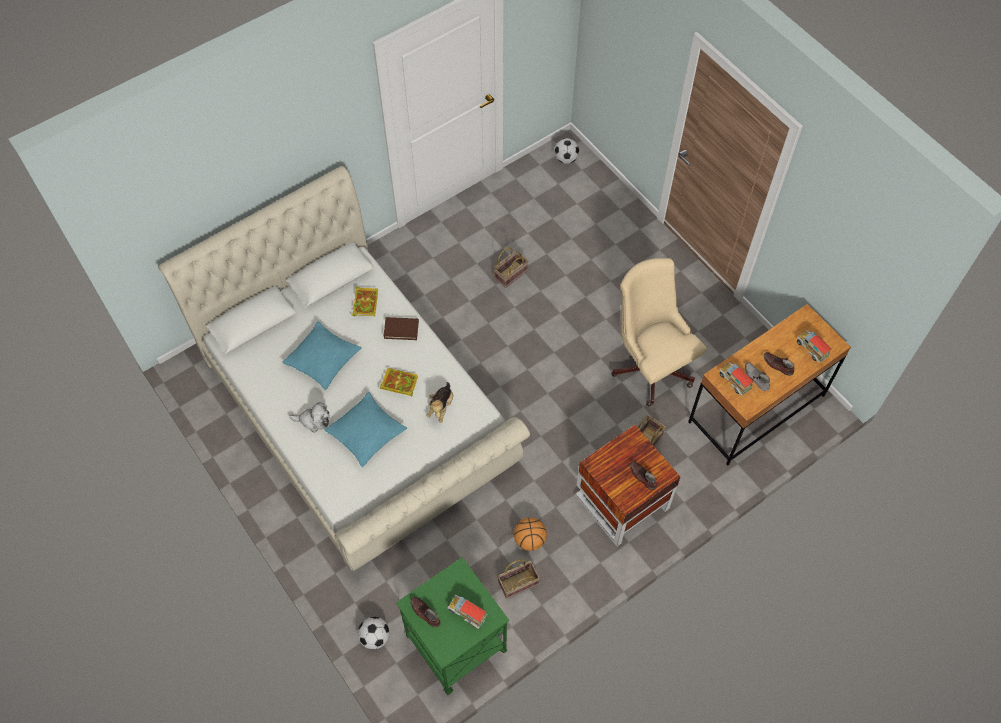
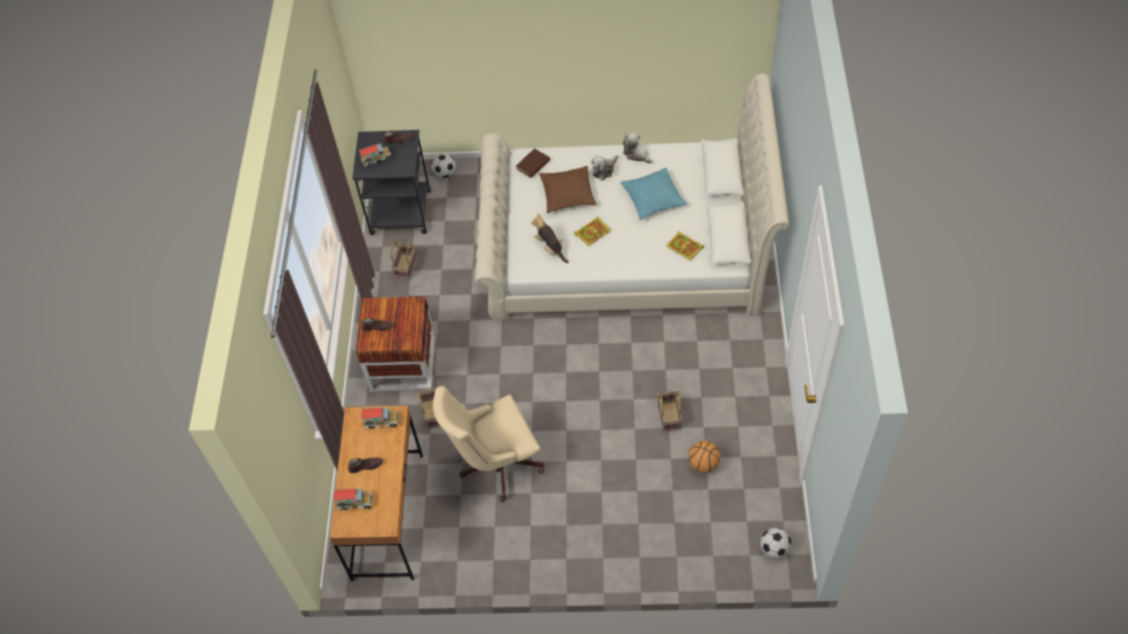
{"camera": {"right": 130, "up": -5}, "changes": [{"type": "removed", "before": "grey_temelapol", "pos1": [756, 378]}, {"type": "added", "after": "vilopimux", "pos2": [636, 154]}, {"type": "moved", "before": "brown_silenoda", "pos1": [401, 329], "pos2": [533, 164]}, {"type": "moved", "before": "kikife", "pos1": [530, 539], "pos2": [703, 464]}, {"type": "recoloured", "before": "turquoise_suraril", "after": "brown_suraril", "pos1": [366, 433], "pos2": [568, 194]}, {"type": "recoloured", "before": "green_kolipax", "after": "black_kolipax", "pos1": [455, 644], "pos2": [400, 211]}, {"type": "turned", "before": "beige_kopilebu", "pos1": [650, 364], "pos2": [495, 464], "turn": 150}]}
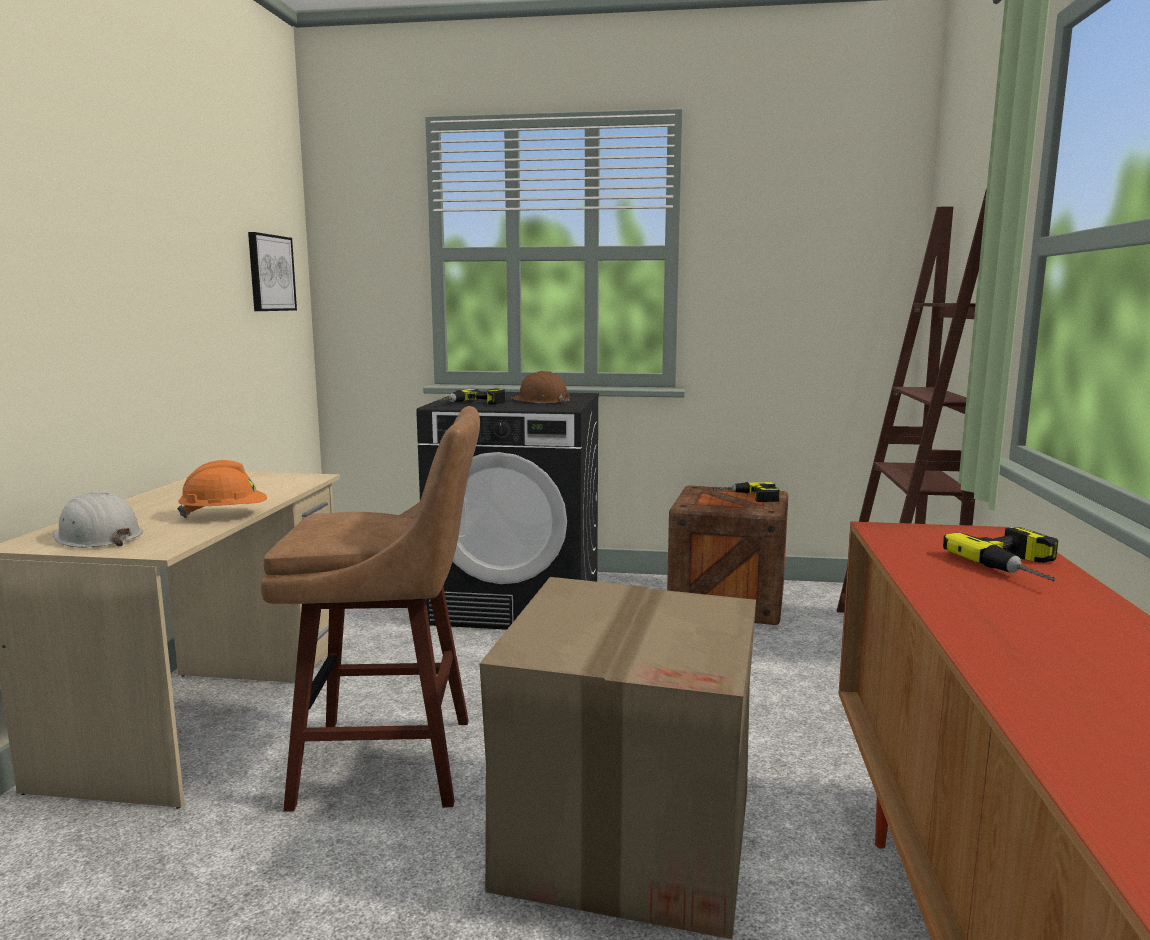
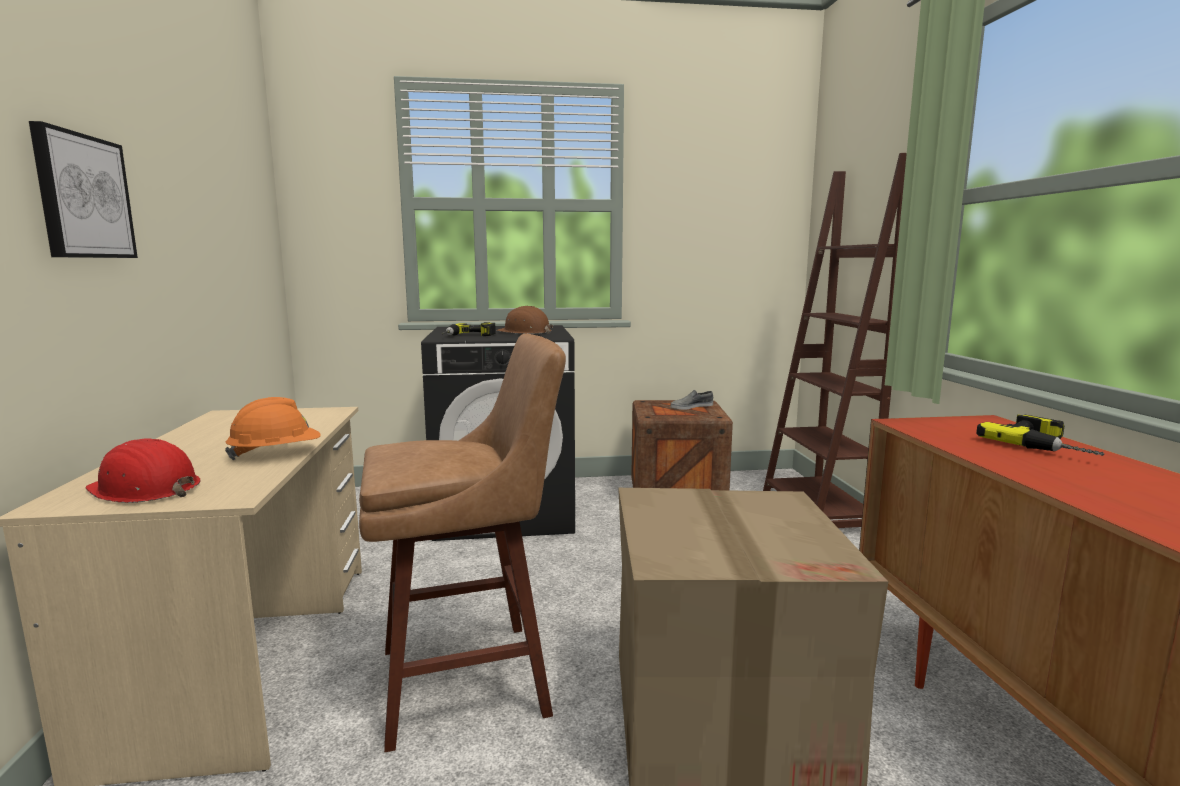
{"camera": {"right": -15, "up": 0}, "changes": [{"type": "moved", "before": "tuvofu", "pos1": [270, 273], "pos2": [83, 197]}, {"type": "replaced", "before": "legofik", "after": "grey_temelapol", "pos1": [748, 497], "pos2": [691, 407]}, {"type": "recoloured", "before": "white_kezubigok", "after": "red_kezubigok", "pos1": [97, 537], "pos2": [145, 489]}]}
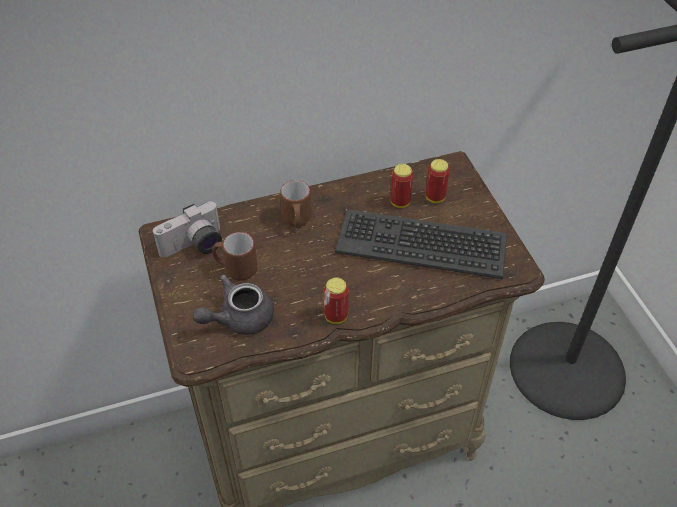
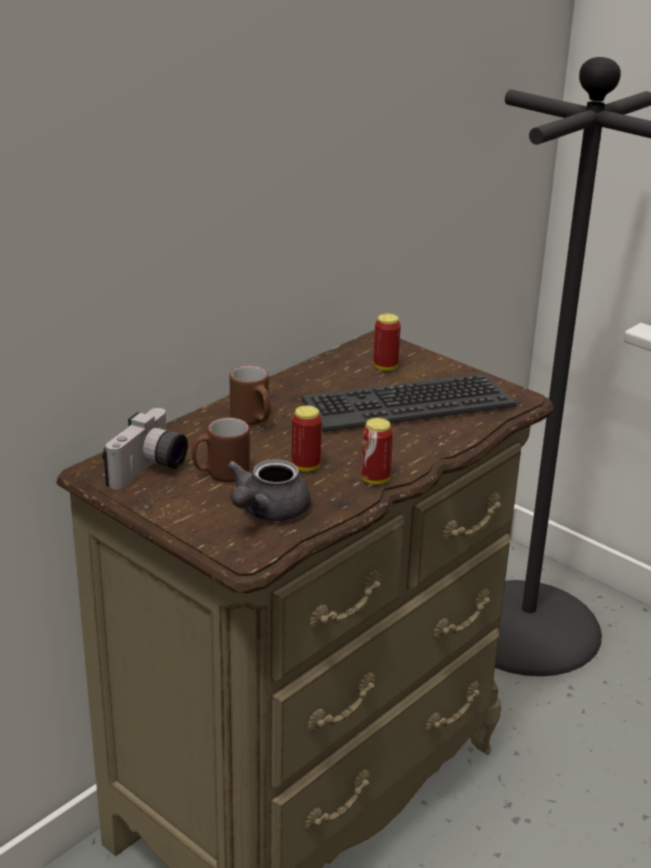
{"camera": {"right": -30, "up": -20}, "changes": [{"type": "moved", "before": "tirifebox", "pos1": [400, 202], "pos2": [305, 466]}]}
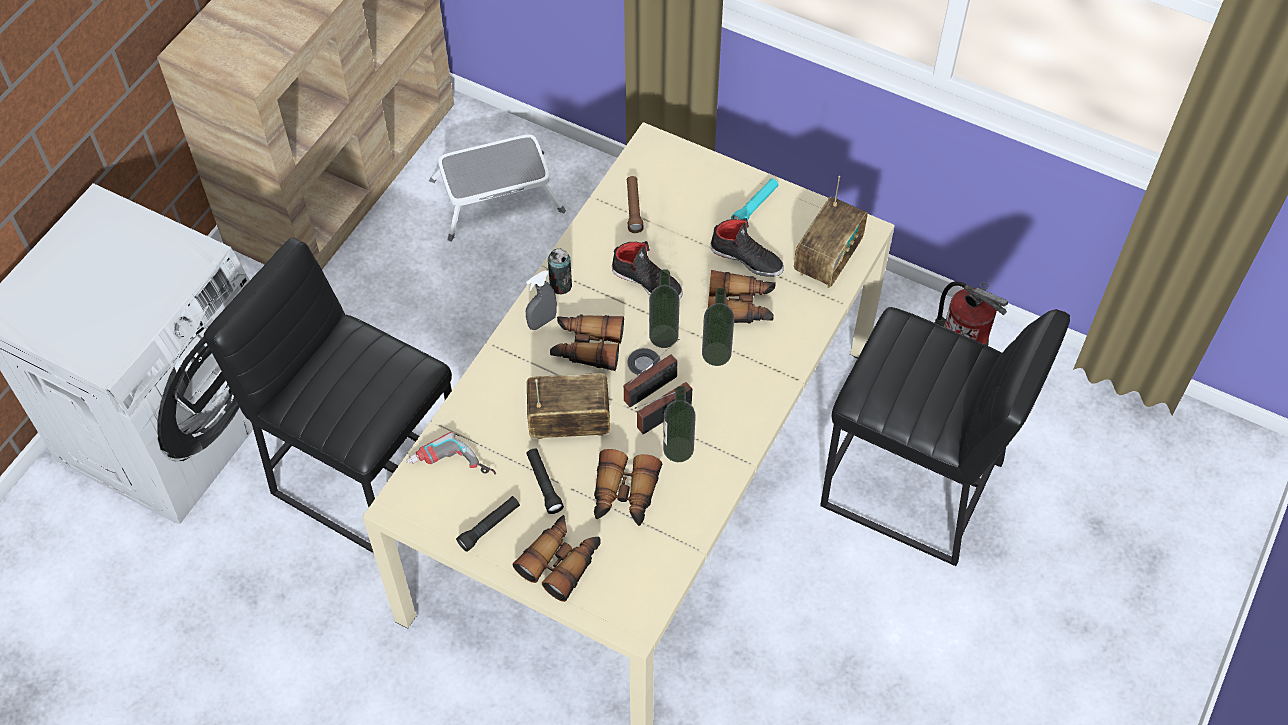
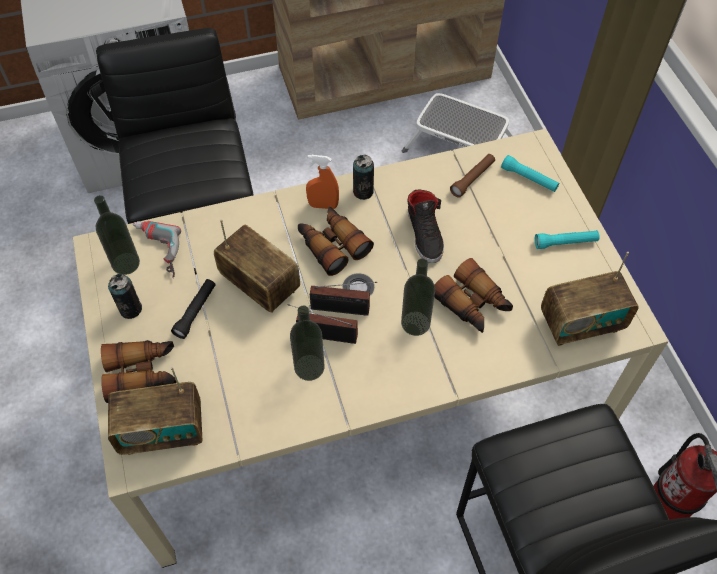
{"camera": {"right": 45, "up": 0}, "changes": [{"type": "removed", "before": "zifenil", "pos1": [624, 496]}, {"type": "removed", "before": "black_temelapol", "pos1": [747, 258]}, {"type": "added", "after": "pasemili", "pos2": [162, 431]}, {"type": "added", "after": "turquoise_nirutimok", "pos2": [529, 179]}, {"type": "moved", "before": "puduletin", "pos1": [663, 336], "pos2": [125, 263]}, {"type": "replaced", "before": "black_nirutimok", "after": "tirifebox", "pos1": [489, 526], "pos2": [130, 309]}, {"type": "recoloured", "before": "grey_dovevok", "after": "orange_dovevok", "pos1": [542, 322], "pos2": [323, 205]}]}
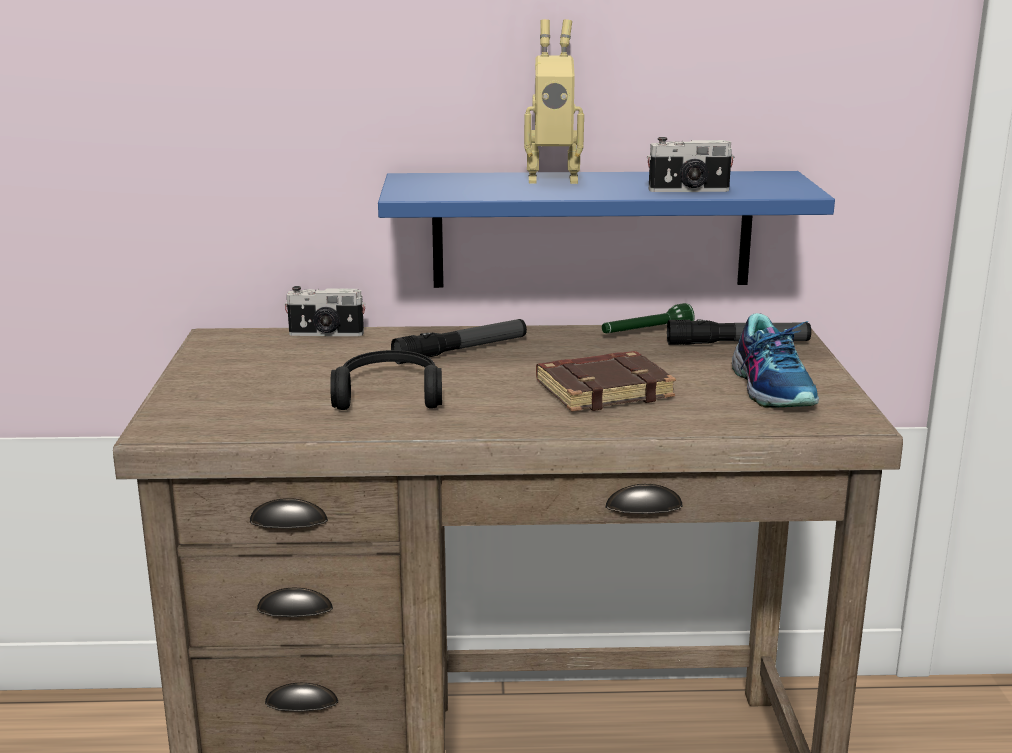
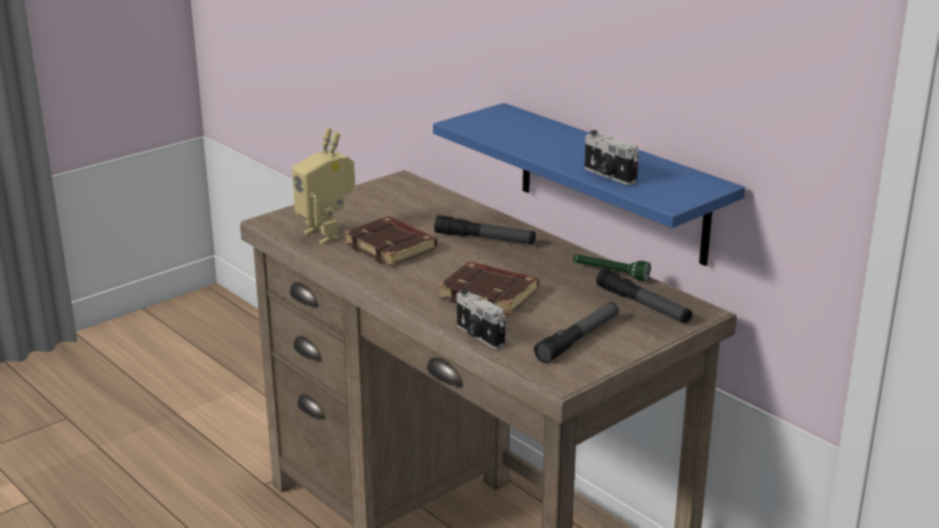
{"camera": {"right": 50, "up": 5}, "changes": [{"type": "moved", "before": "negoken", "pos1": [326, 334], "pos2": [478, 336]}, {"type": "moved", "before": "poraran", "pos1": [552, 178], "pos2": [327, 234]}, {"type": "replaced", "before": "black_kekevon", "after": "brown_silenoda", "pos1": [389, 394], "pos2": [392, 247]}, {"type": "replaced", "before": "temelapol", "after": "nirutimok", "pos1": [773, 388], "pos2": [578, 339]}]}
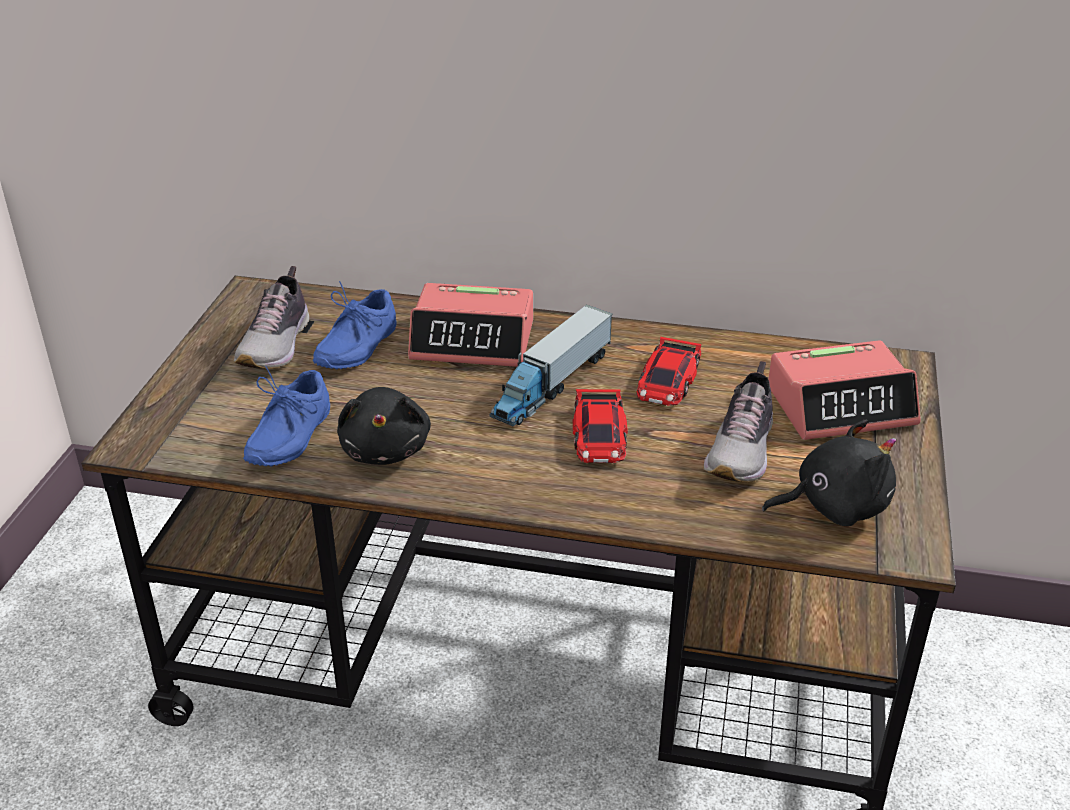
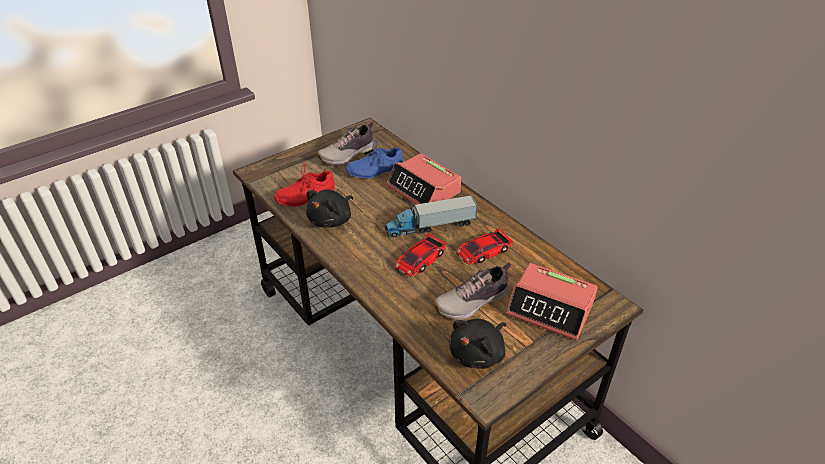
{"camera": {"right": 40, "up": 5}, "changes": [{"type": "recoloured", "before": "blue_temelapol", "after": "red_temelapol", "pos1": [285, 437], "pos2": [304, 195]}, {"type": "turned", "before": "black_vilopimux", "pos1": [834, 506], "pos2": [478, 353], "turn": 105}]}
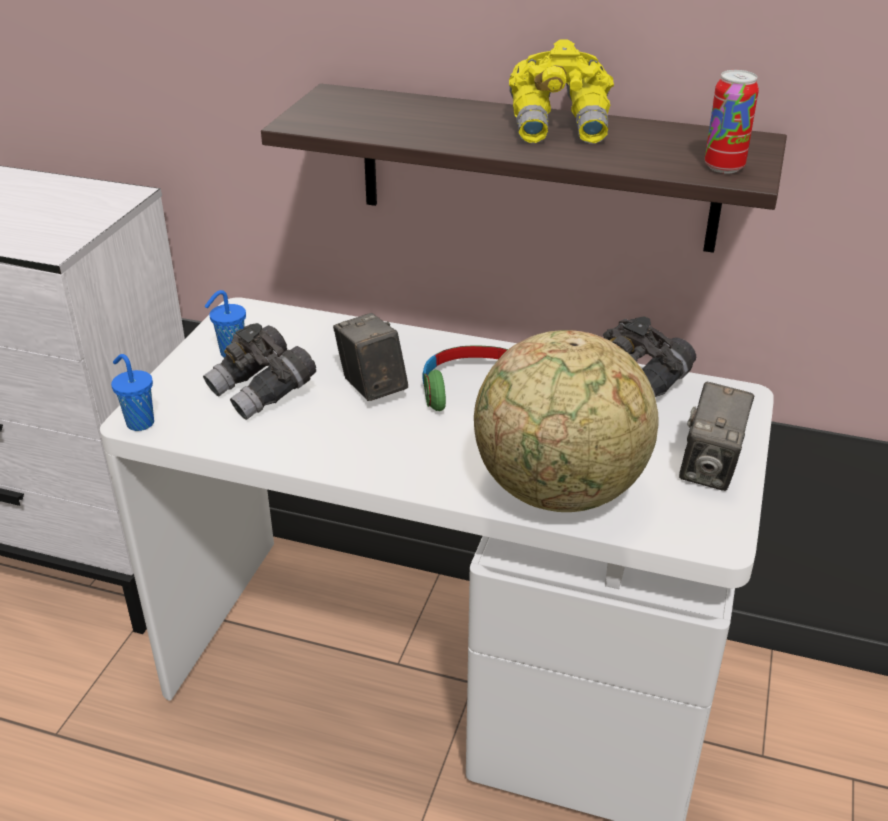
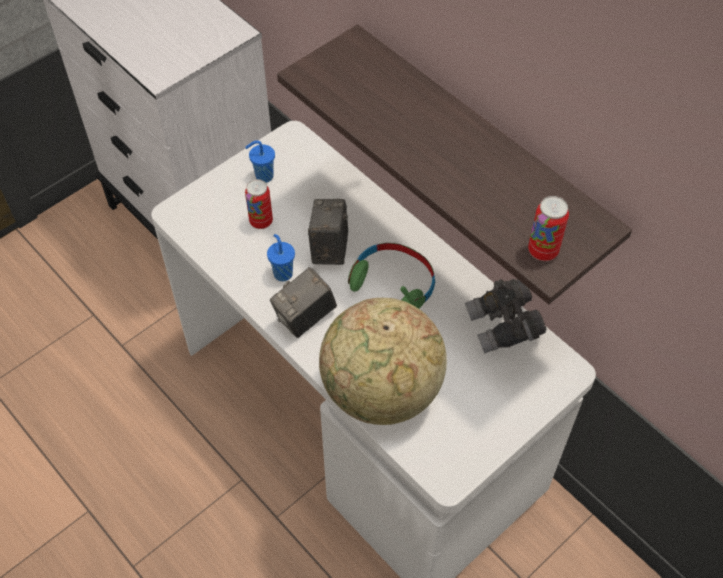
{"camera": {"right": 30, "up": 20}, "changes": [{"type": "removed", "before": "yellow_zifenil", "pos1": [560, 127]}, {"type": "moved", "before": "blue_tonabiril", "pos1": [139, 422], "pos2": [282, 273]}, {"type": "moved", "before": "negoken", "pos1": [710, 469], "pos2": [305, 318]}, {"type": "replaced", "before": "grey_zifenil", "after": "tirifebox", "pos1": [263, 392], "pos2": [261, 221]}]}
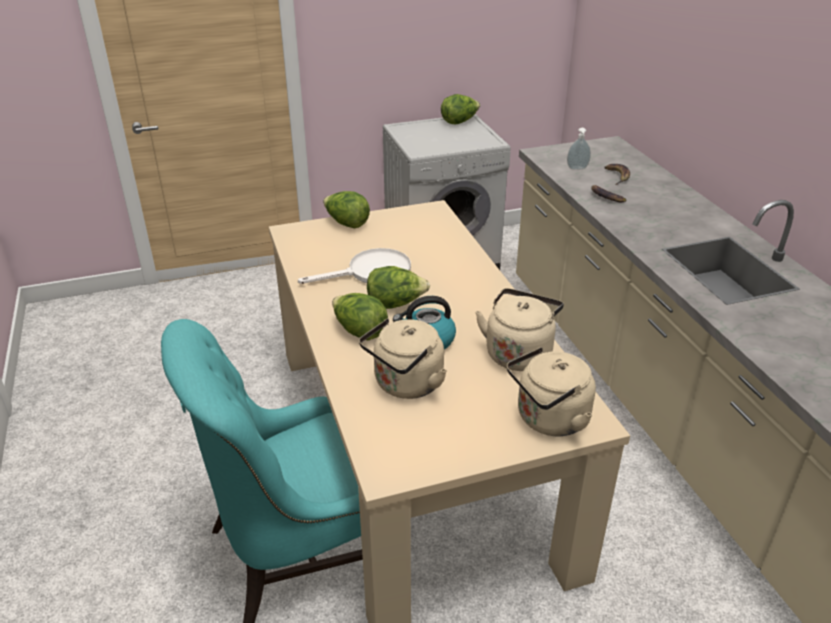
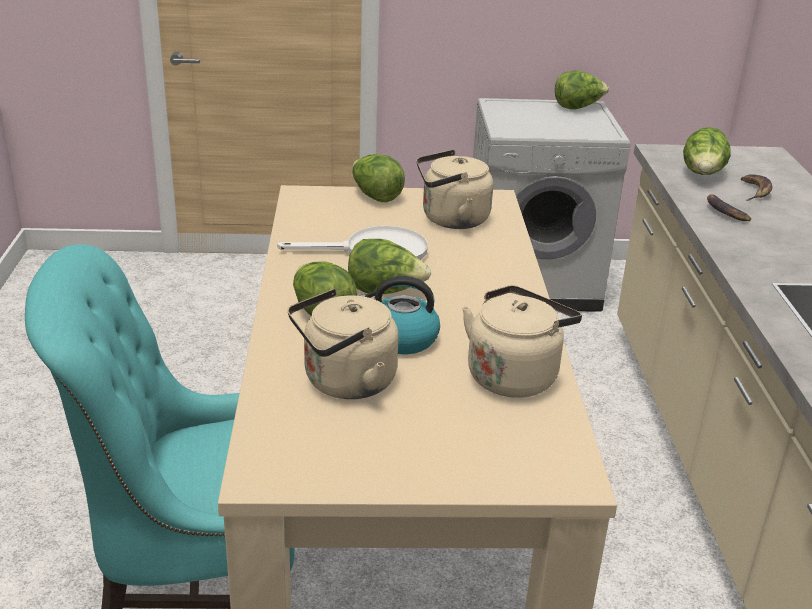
{"camera": {"right": 15, "up": -5}, "changes": [{"type": "moved", "before": "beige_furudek", "pos1": [548, 420], "pos2": [451, 220]}, {"type": "replaced", "before": "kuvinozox", "after": "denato", "pos1": [577, 169], "pos2": [702, 175]}]}
